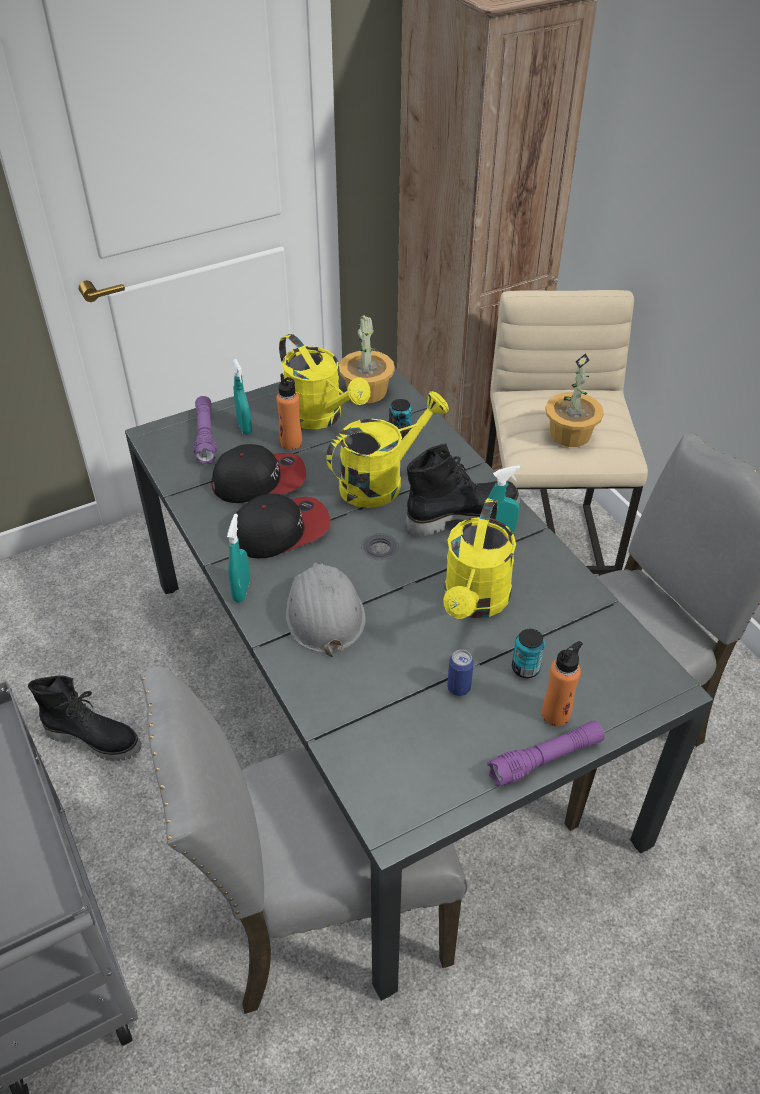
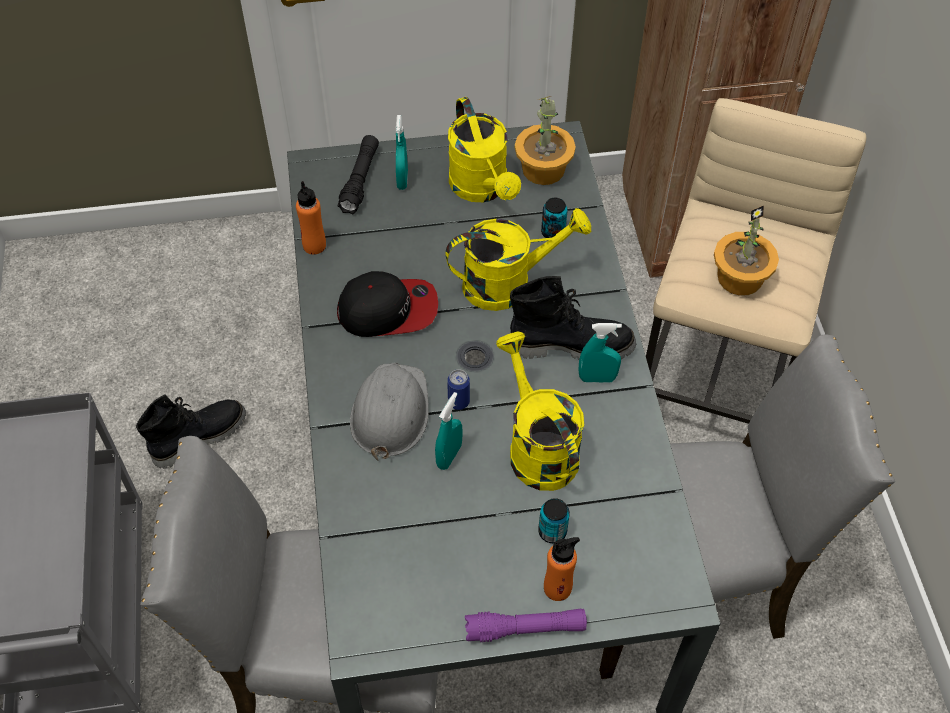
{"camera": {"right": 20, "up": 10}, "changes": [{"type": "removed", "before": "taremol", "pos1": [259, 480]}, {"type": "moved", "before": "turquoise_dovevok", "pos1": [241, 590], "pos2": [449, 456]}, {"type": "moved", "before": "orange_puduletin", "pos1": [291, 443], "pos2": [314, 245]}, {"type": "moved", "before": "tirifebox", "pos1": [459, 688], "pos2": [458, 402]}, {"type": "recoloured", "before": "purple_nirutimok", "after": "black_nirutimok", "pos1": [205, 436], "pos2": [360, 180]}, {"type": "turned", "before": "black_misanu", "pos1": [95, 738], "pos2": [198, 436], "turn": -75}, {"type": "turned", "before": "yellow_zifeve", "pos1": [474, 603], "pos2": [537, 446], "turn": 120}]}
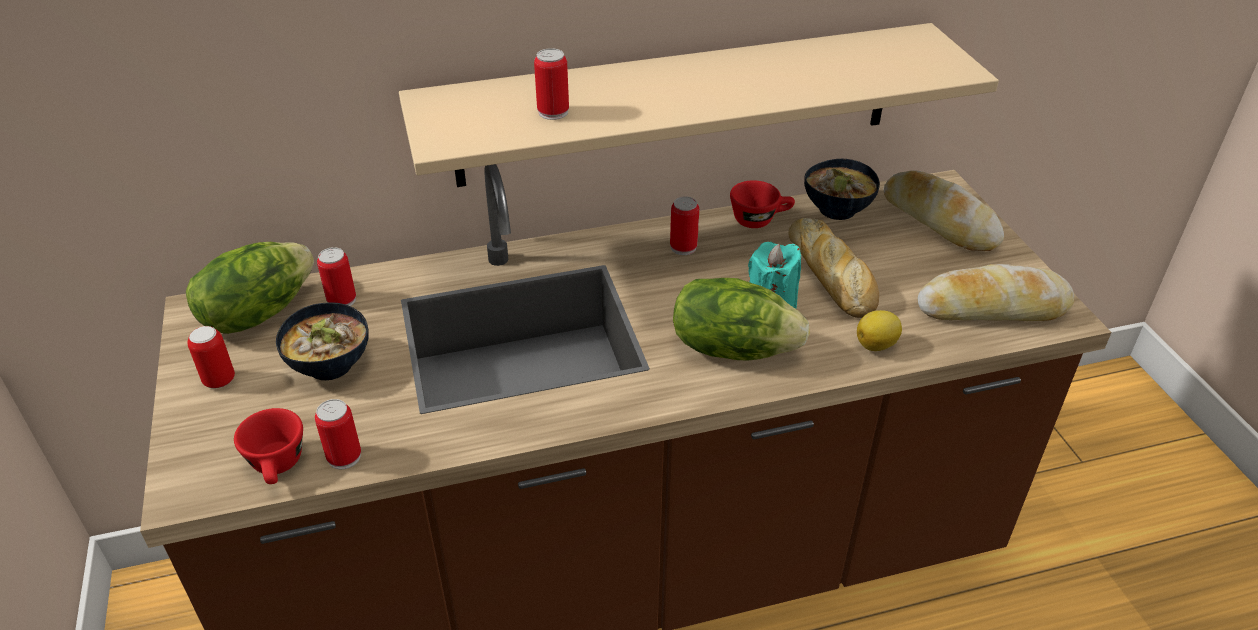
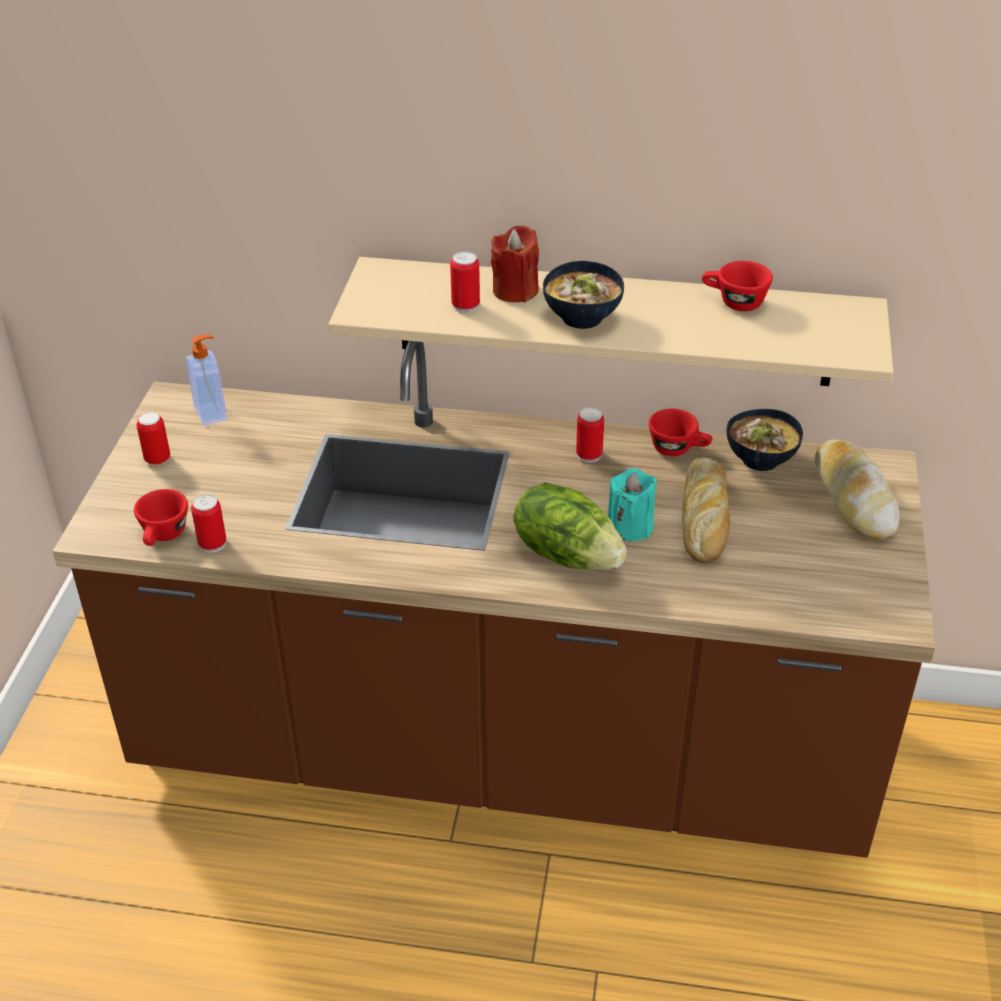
{"camera": {"right": 25, "up": 0}, "changes": [{"type": "removed", "before": "tirifebox", "pos1": [342, 300]}, {"type": "removed", "before": "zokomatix", "pos1": [877, 345]}, {"type": "removed", "before": "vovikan", "pos1": [992, 308]}, {"type": "added", "after": "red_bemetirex", "pos2": [515, 290]}, {"type": "added", "after": "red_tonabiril", "pos2": [733, 302]}, {"type": "moved", "before": "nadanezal", "pos1": [331, 364], "pos2": [583, 317]}, {"type": "replaced", "before": "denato", "after": "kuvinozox", "pos1": [257, 312], "pos2": [212, 413]}]}
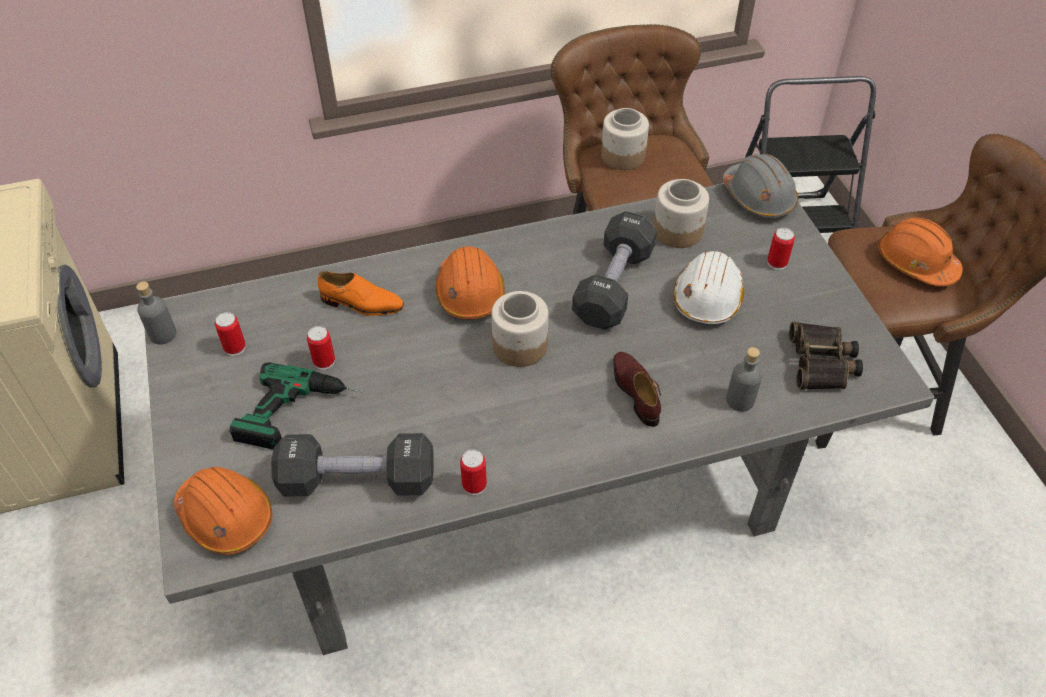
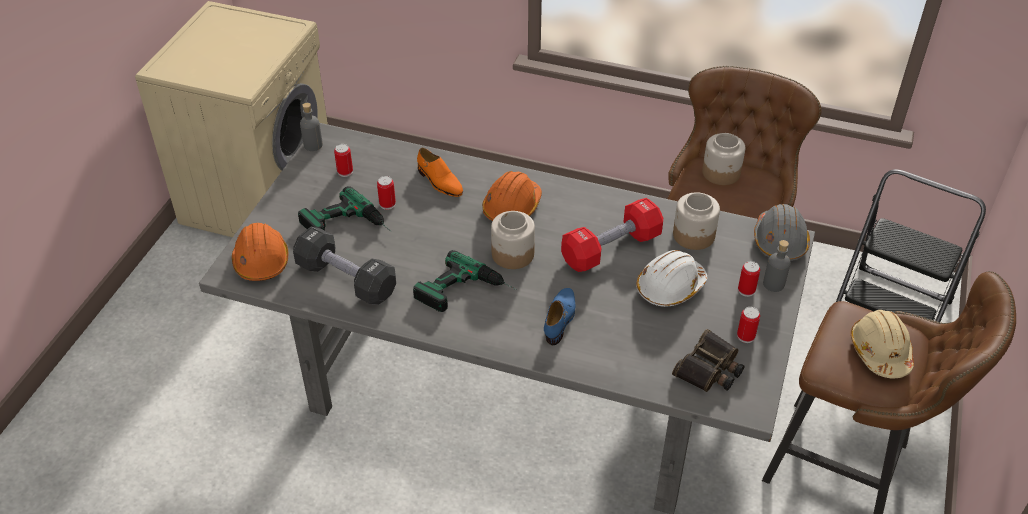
{"camera": {"right": 35, "up": -5}, "changes": [{"type": "added", "after": "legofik", "pos2": [467, 293]}, {"type": "moved", "before": "tirifebox", "pos1": [474, 485], "pos2": [745, 336]}, {"type": "moved", "before": "grey_puduletin", "pos1": [740, 400], "pos2": [773, 284]}, {"type": "recoloured", "before": "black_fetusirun", "after": "red_fetusirun", "pos1": [613, 286], "pos2": [611, 248]}, {"type": "recoloured", "before": "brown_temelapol", "after": "blue_temelapol", "pos1": [636, 391], "pos2": [560, 319]}, {"type": "recoloured", "before": "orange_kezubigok", "after": "beige_kezubigok", "pos1": [916, 263], "pos2": [880, 351]}]}
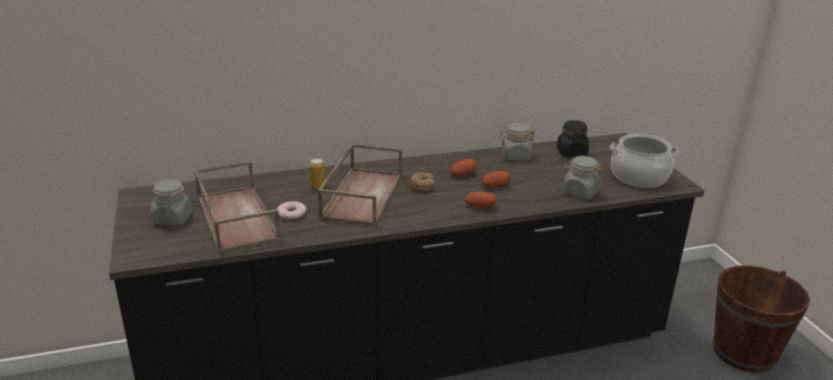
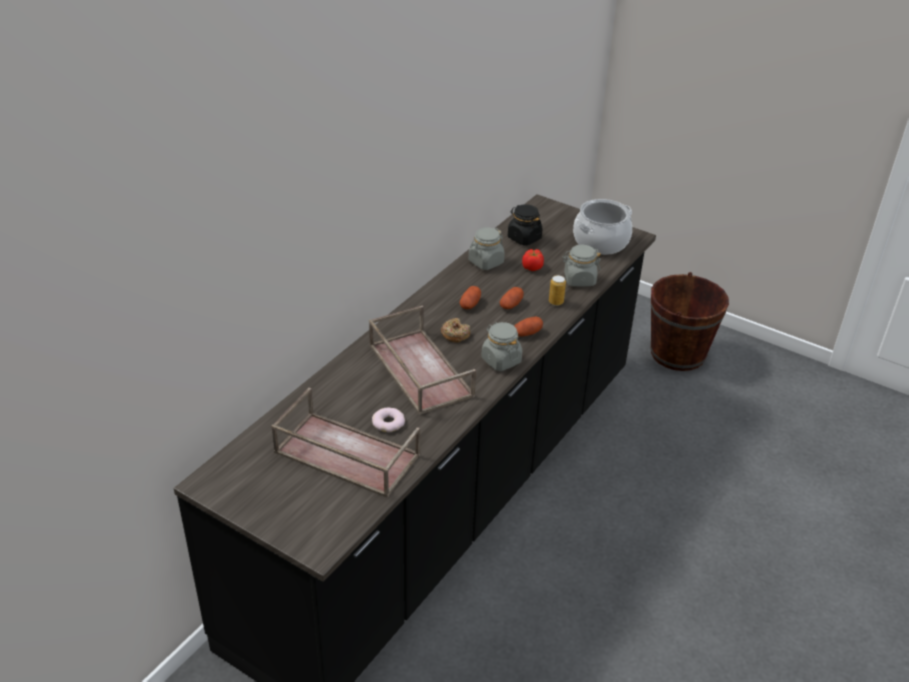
{"camera": {"right": -40, "up": 10}, "changes": [{"type": "added", "after": "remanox", "pos2": [532, 267]}, {"type": "moved", "before": "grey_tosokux", "pos1": [173, 219], "pos2": [501, 360]}, {"type": "moved", "before": "tirifebox", "pos1": [317, 186], "pos2": [556, 302]}]}
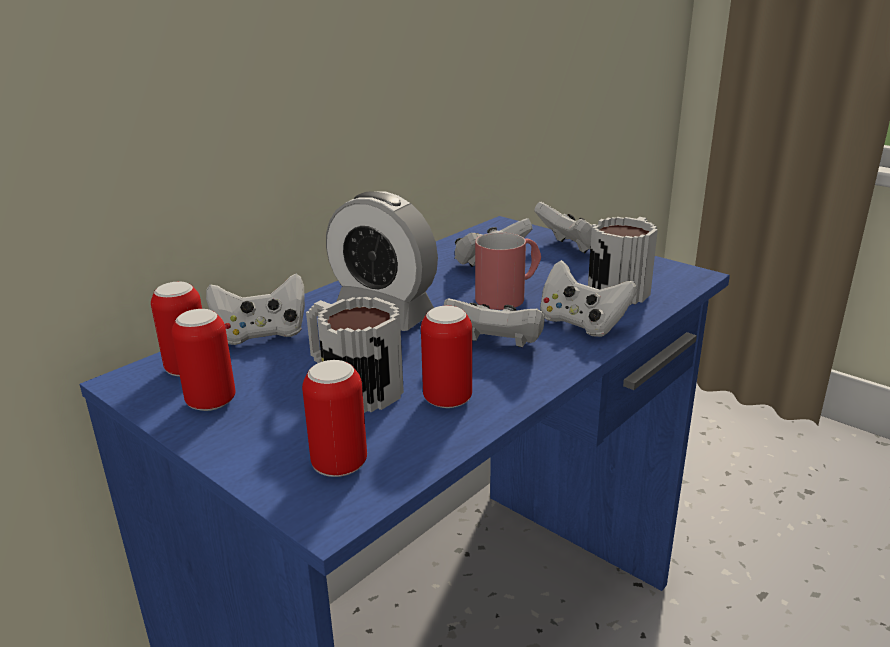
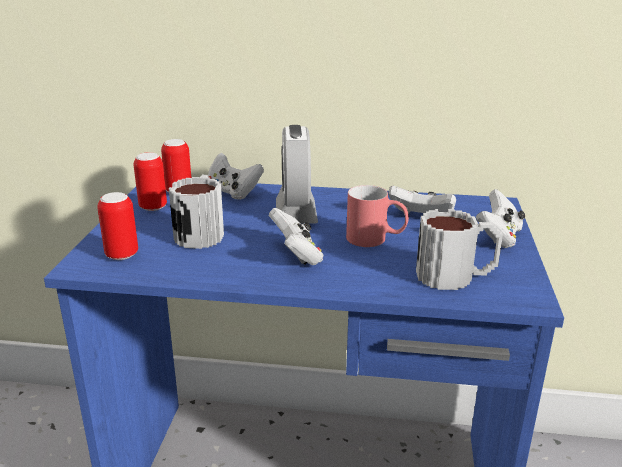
{"camera": {"right": 55, "up": 0}, "changes": [{"type": "removed", "before": "tirifebox", "pos1": [447, 399]}, {"type": "removed", "before": "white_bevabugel", "pos1": [581, 324]}]}
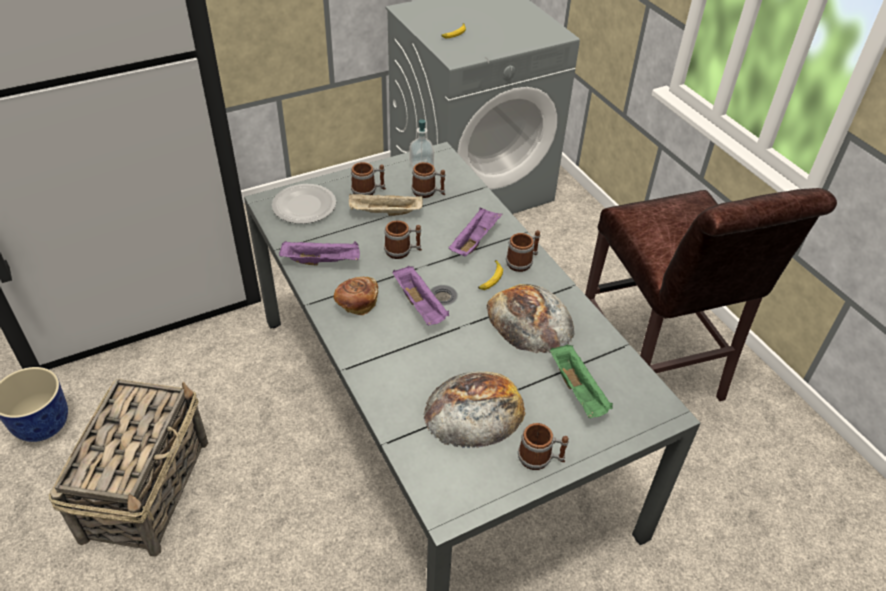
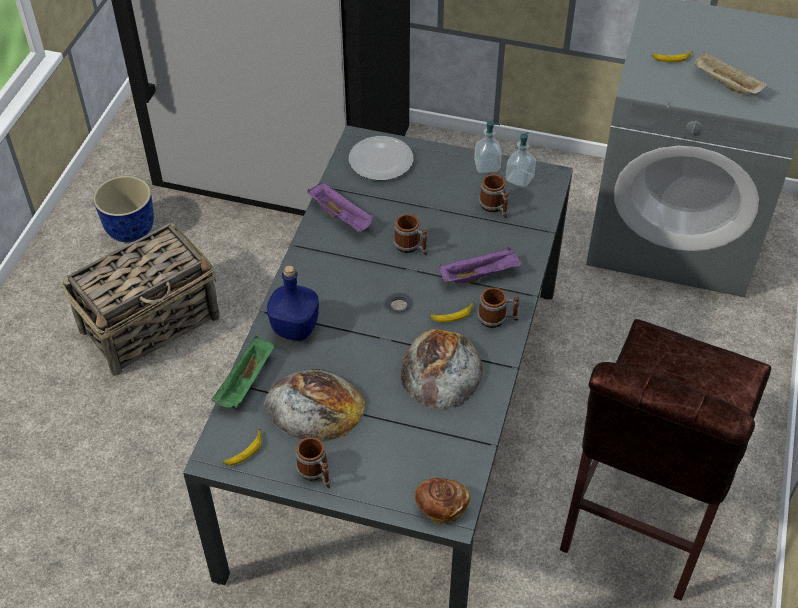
{"camera": {"right": 45, "up": 5}, "changes": [{"type": "removed", "before": "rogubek", "pos1": [368, 191]}, {"type": "removed", "before": "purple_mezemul", "pos1": [420, 306]}, {"type": "added", "after": "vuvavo", "pos2": [244, 451]}, {"type": "added", "after": "blue_puduletin", "pos2": [296, 328]}, {"type": "added", "after": "kuvinozox", "pos2": [487, 166]}, {"type": "moved", "before": "vovikan", "pos1": [357, 303], "pos2": [441, 506]}, {"type": "moved", "before": "beige_mezemul", "pos1": [384, 213], "pos2": [724, 84]}, {"type": "moved", "before": "green_mezemul", "pos1": [578, 391], "pos2": [246, 383]}]}
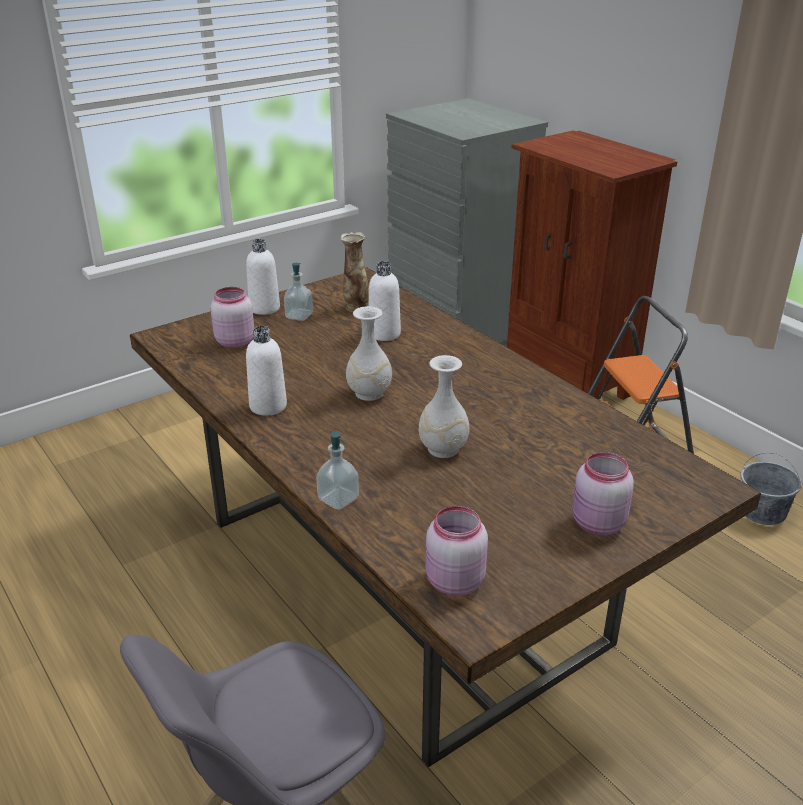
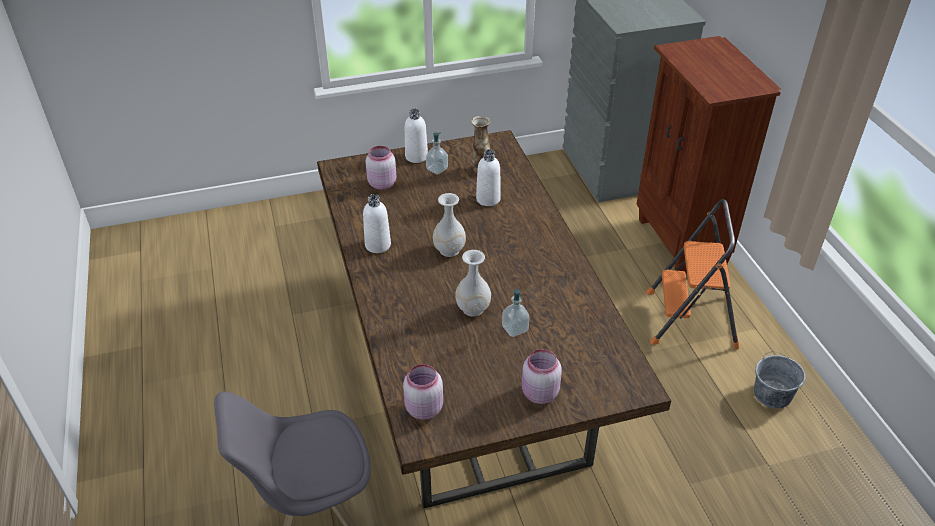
{"camera": {"right": 20, "up": 10}, "changes": [{"type": "moved", "before": "kuvinozox", "pos1": [338, 499], "pos2": [515, 329]}]}
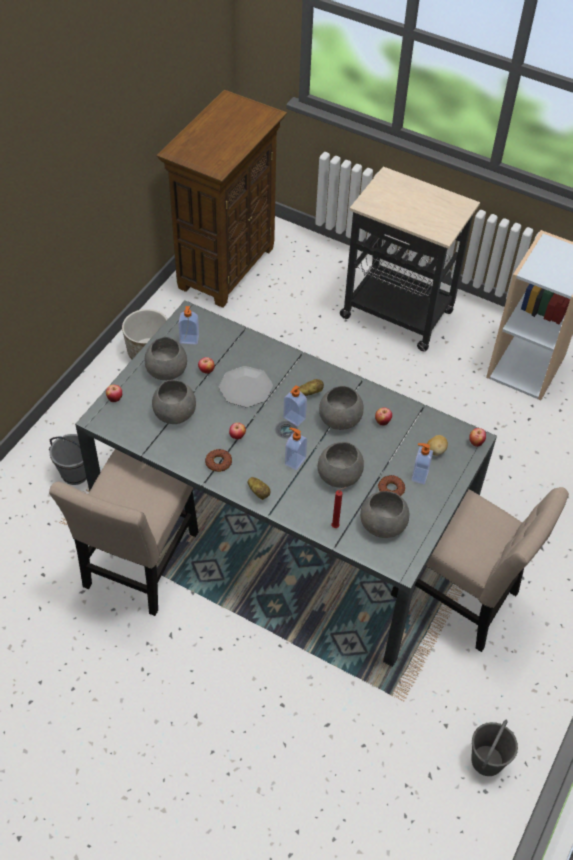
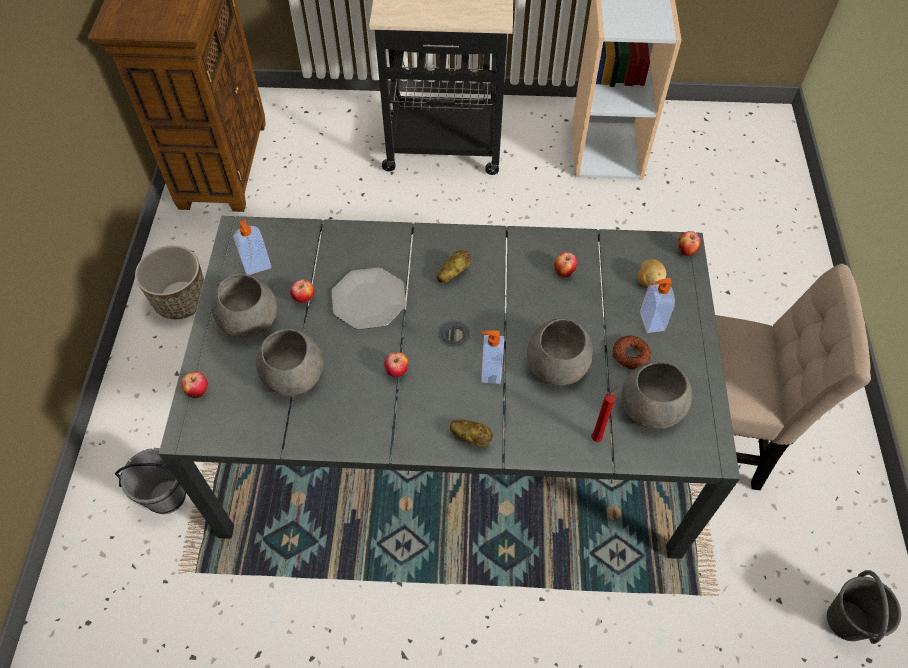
{"camera": {"right": -25, "up": 5}, "changes": [{"type": "removed", "before": "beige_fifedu", "pos1": [139, 565]}, {"type": "removed", "before": "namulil", "pos1": [218, 462]}, {"type": "removed", "before": "kuvinozox", "pos1": [294, 418]}, {"type": "removed", "before": "grey_nadanezal", "pos1": [339, 419]}]}
